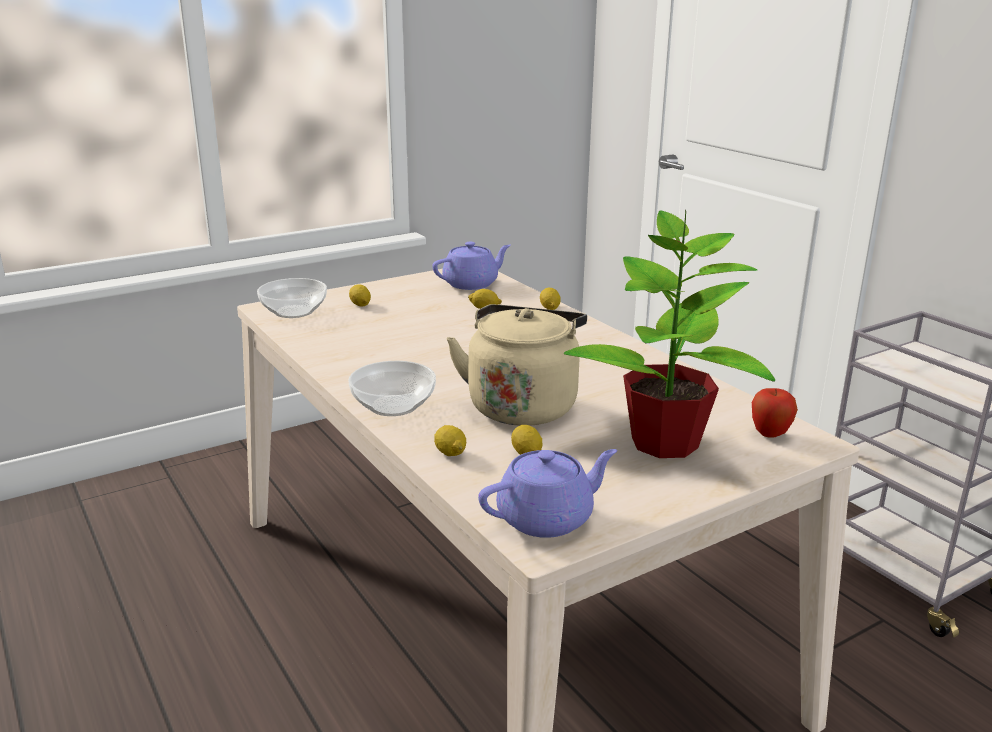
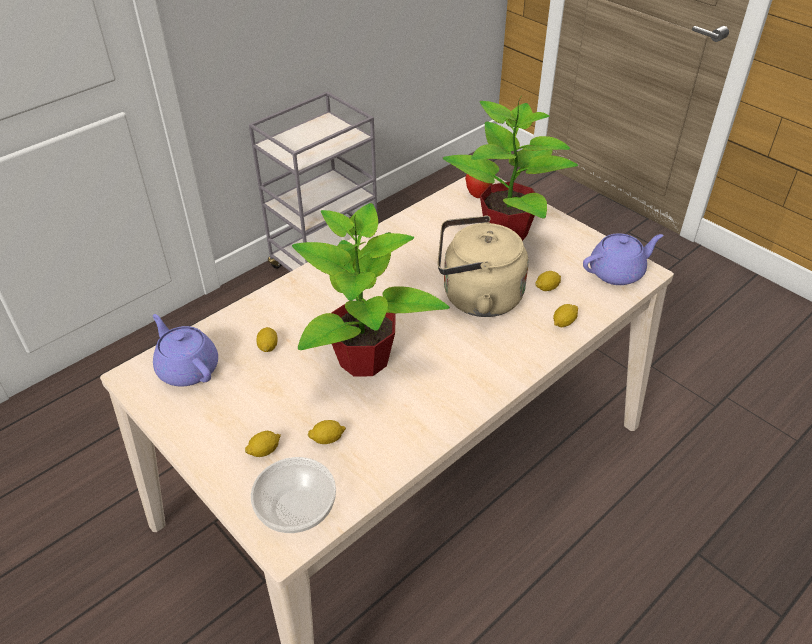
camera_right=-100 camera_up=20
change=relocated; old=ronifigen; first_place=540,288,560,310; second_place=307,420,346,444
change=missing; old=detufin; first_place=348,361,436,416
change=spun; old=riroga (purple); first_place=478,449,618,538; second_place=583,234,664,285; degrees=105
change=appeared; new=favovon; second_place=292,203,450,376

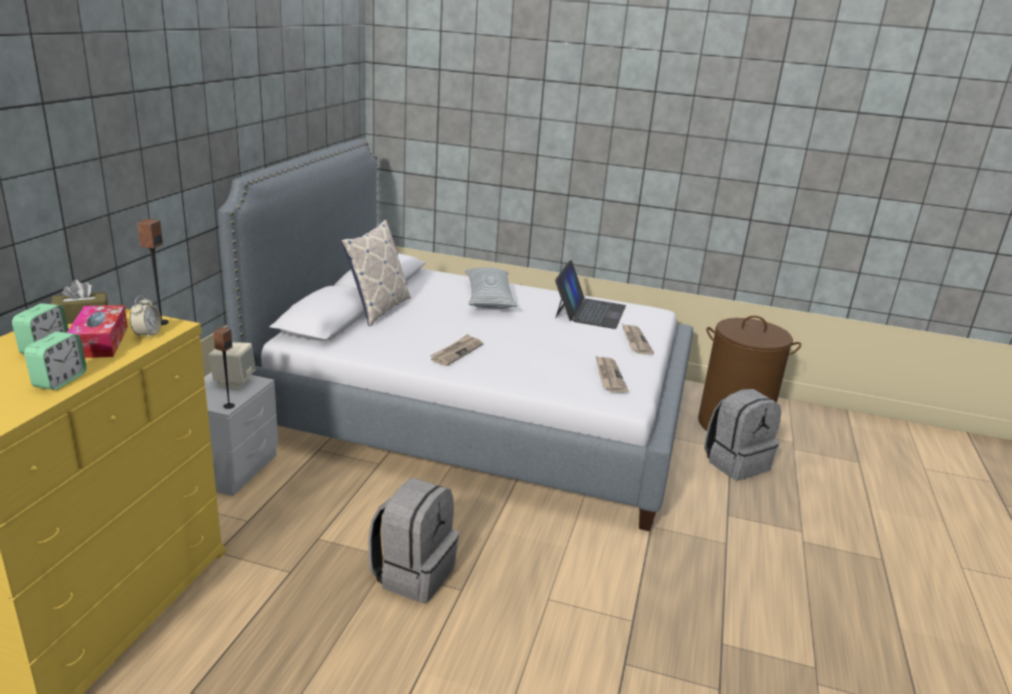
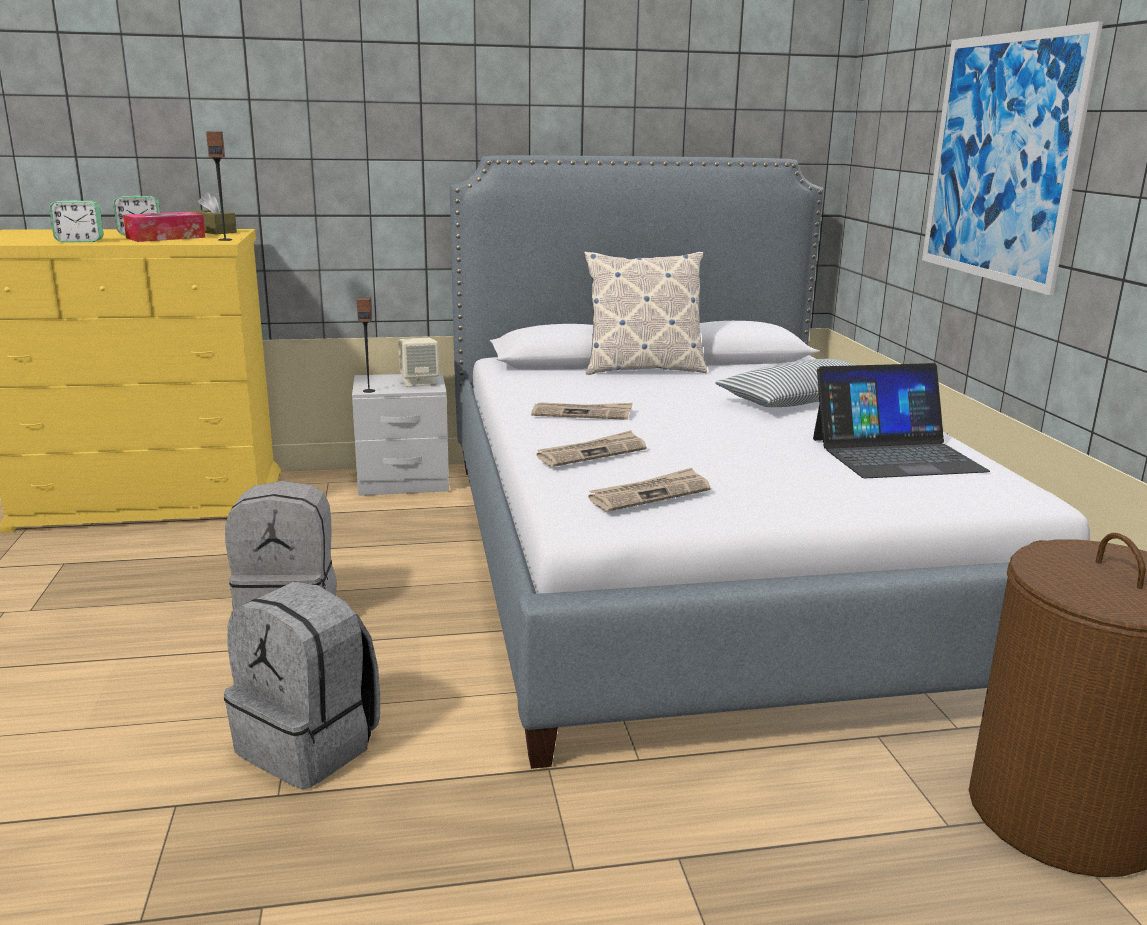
camera_right=65 camera_up=-5
change=missing; old=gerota; first_place=130,295,161,339
change=relocated; old=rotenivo; first_place=622,324,654,355; second_place=537,430,647,467
change=relocated; old=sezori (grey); first_place=704,389,781,481; second_place=224,581,380,789
change=appeared; new=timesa; second_place=922,21,1103,295

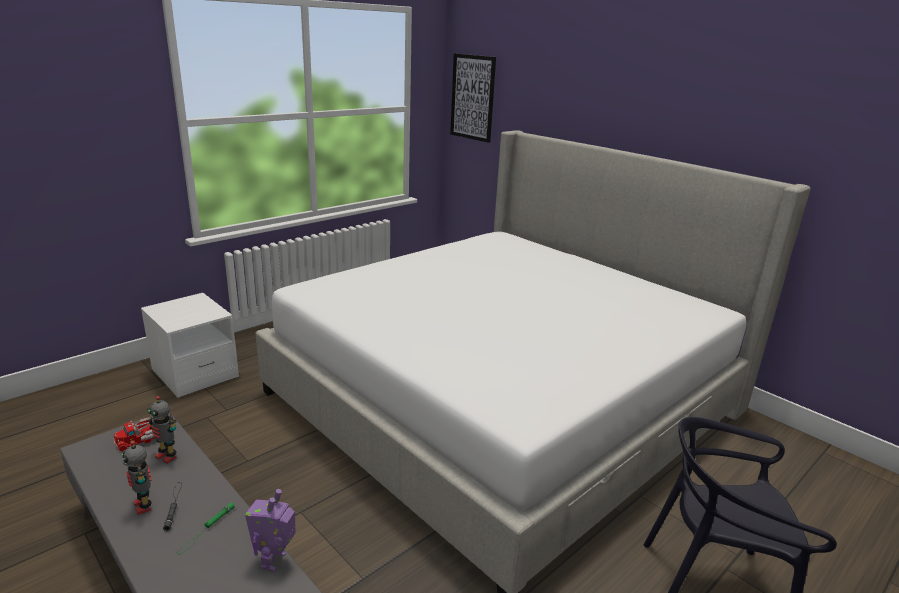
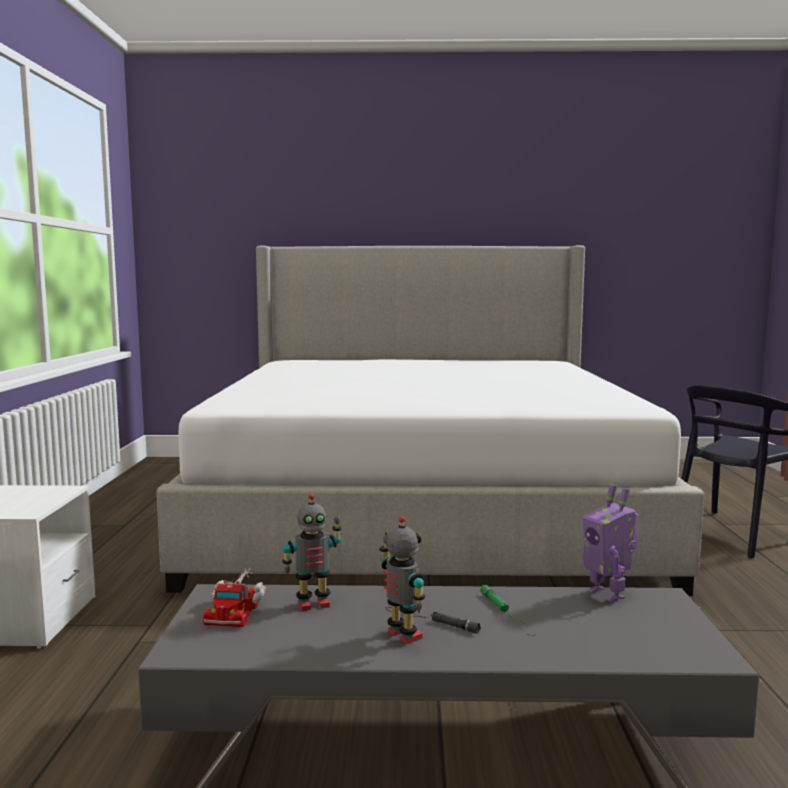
camera_right=-45 camera_up=-15
change=missing; old=timesa; first_place=450,53,496,143
change=spun; old=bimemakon; first_place=122,441,152,515; second_place=380,516,425,644; degrees=-135

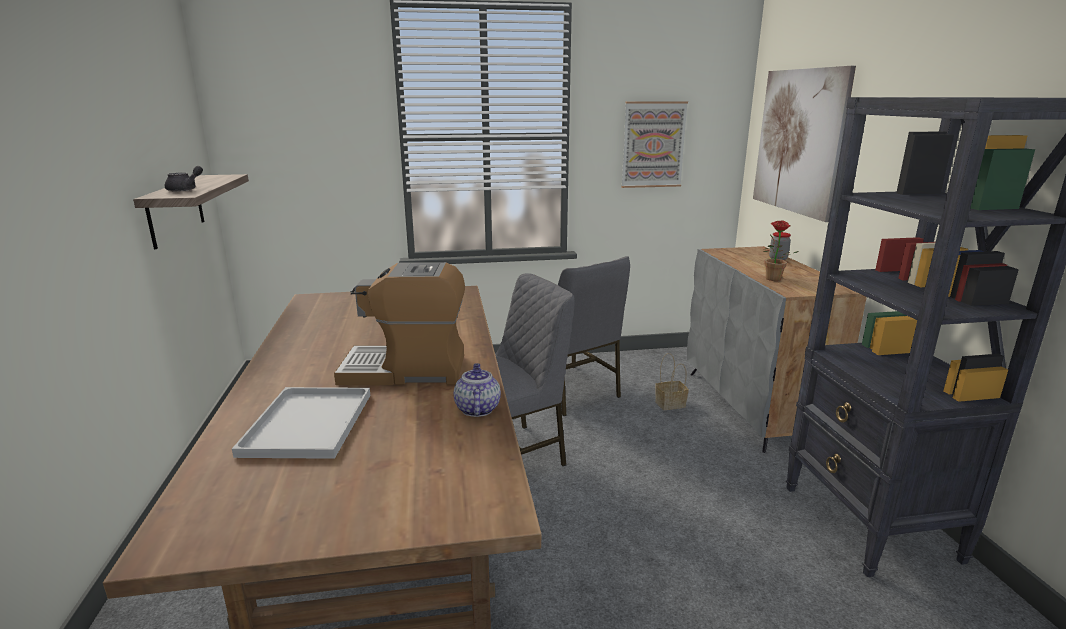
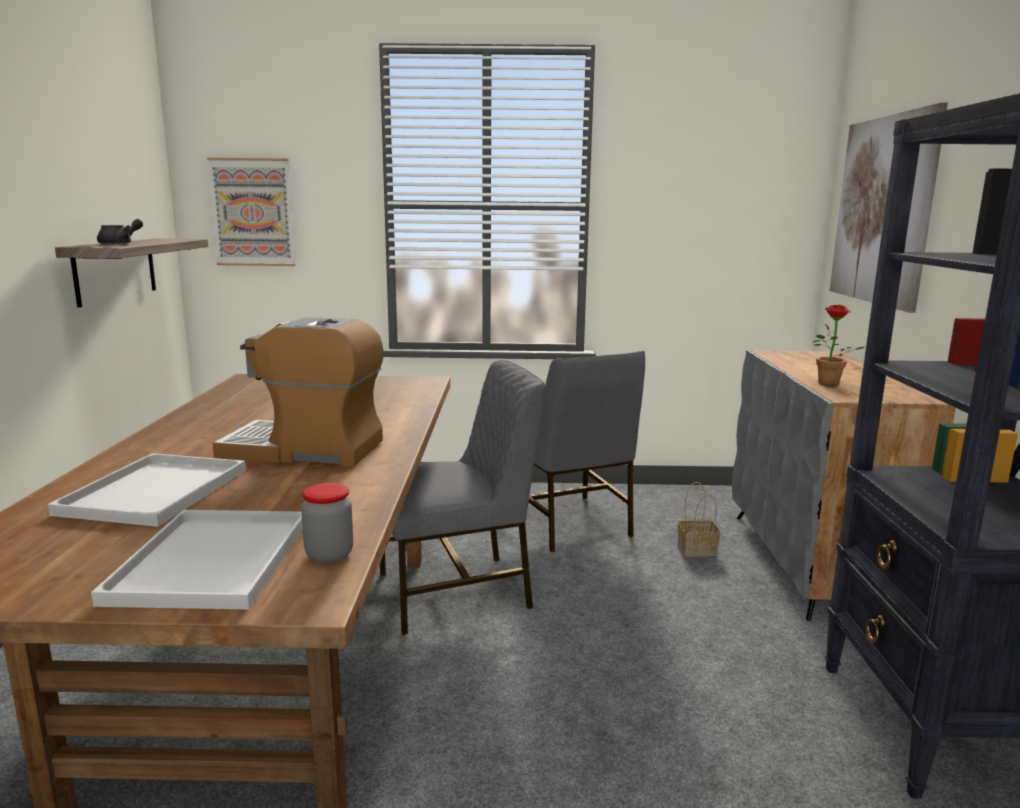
camera_right=10 camera_up=-5
change=relocated; old=timesa; first_place=621,101,688,188; second_place=207,158,296,266
change=relocated; old=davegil; first_place=769,232,791,260; second_place=301,483,353,563
change=missing; old=riroga; first_place=454,363,501,417
change=appeared; new=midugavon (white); second_place=91,510,303,609

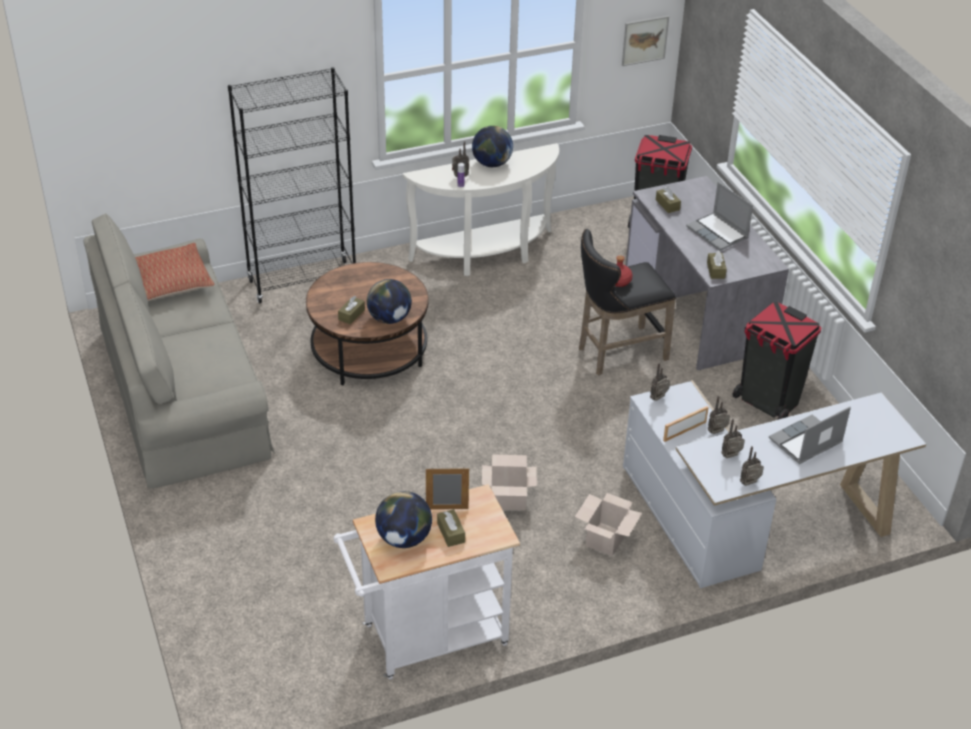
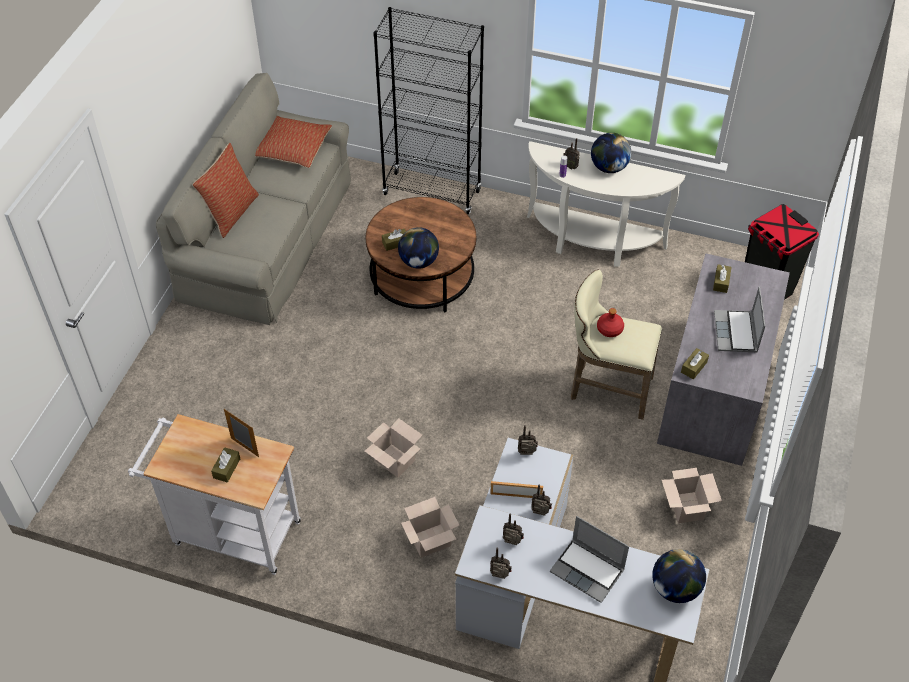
camera_right=40 camera_up=10
change=missing; old=timesa; first_place=622,16,669,66
change=colour; old=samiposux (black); new=samiposux (beige); first_place=579,229,676,375; second_place=571,270,662,420
change=exchanged; old=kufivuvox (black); new=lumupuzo; first_place=733,302,821,419; second_place=662,468,722,523
change=spun; old=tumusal; first_place=769,407,851,464; second_place=550,516,629,603; degrees=-150
change=relocated; old=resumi; first_place=375,491,432,548; second_place=652,549,706,603
change=appeared; new=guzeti; second_place=192,142,259,238

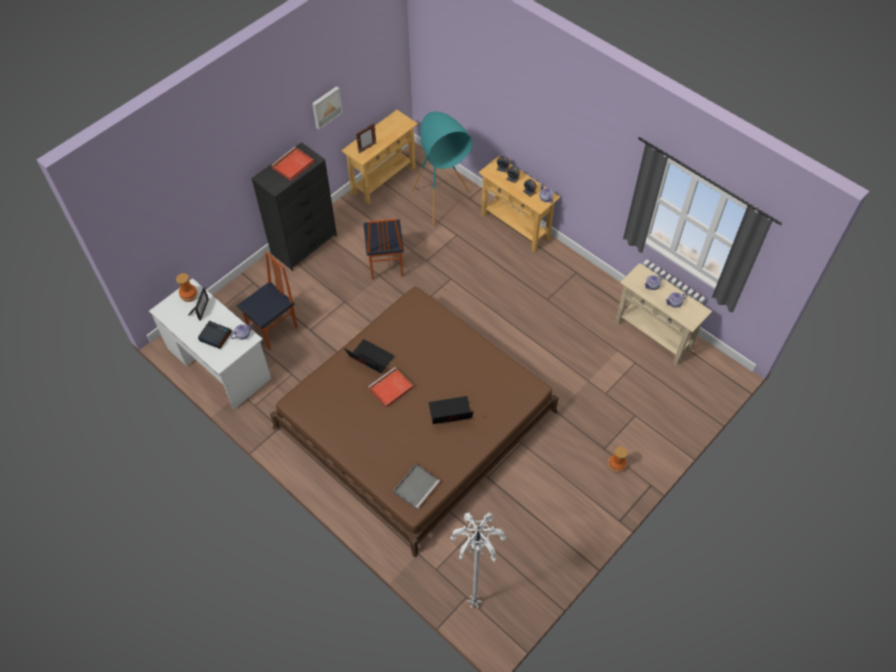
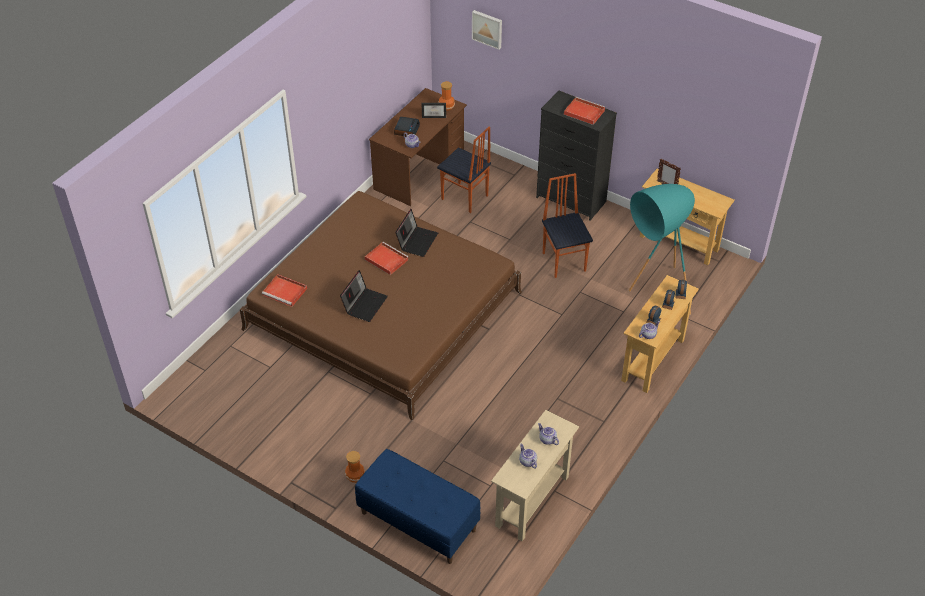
camera_right=80 camera_up=-10
change=relocated; old=timesa; first_place=312,86,343,129; second_place=472,10,502,50
change=spun; old=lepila; first_place=364,219,404,280; second_place=542,173,593,278; degrees=90
change=colour; old=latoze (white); new=latoze (brown); first_place=149,278,271,410; second_place=369,88,467,206
change=spun; old=tumusal; first_place=429,396,474,424; second_place=340,270,388,322; degrees=45
change=colour; old=midugavon (grey); new=midugavon (red); first_place=393,464,440,510; second_place=262,274,307,307
change=missing; old=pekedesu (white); first_place=450,512,506,608
change=appeared; new=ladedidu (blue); second_place=355,449,481,564

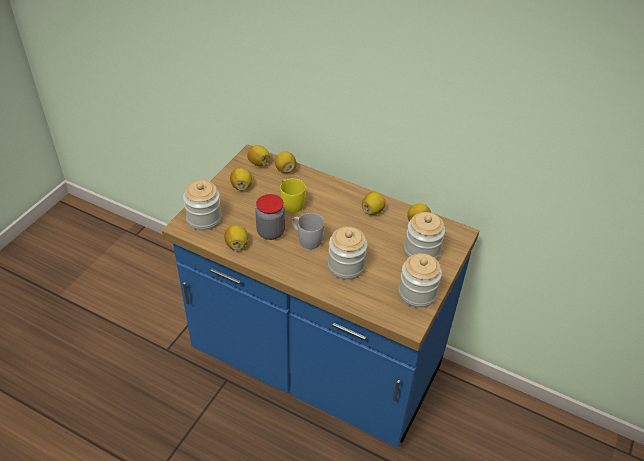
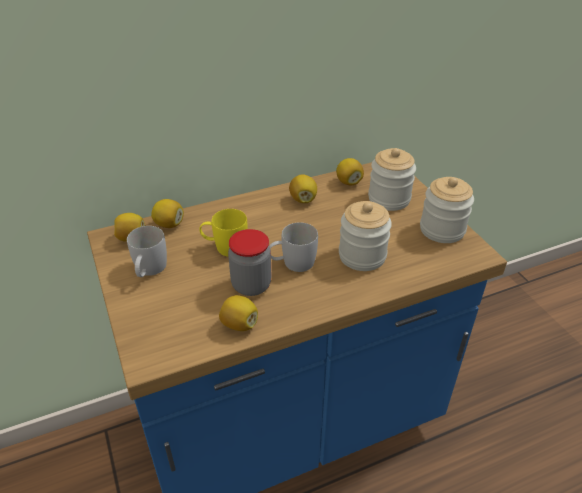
camera_right=-50 camera_up=-5
change=exchanged; old=ronifigen; new=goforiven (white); first_place=230,168,252,190; second_place=127,226,167,277
change=missing; old=davegil; first_place=183,180,222,231

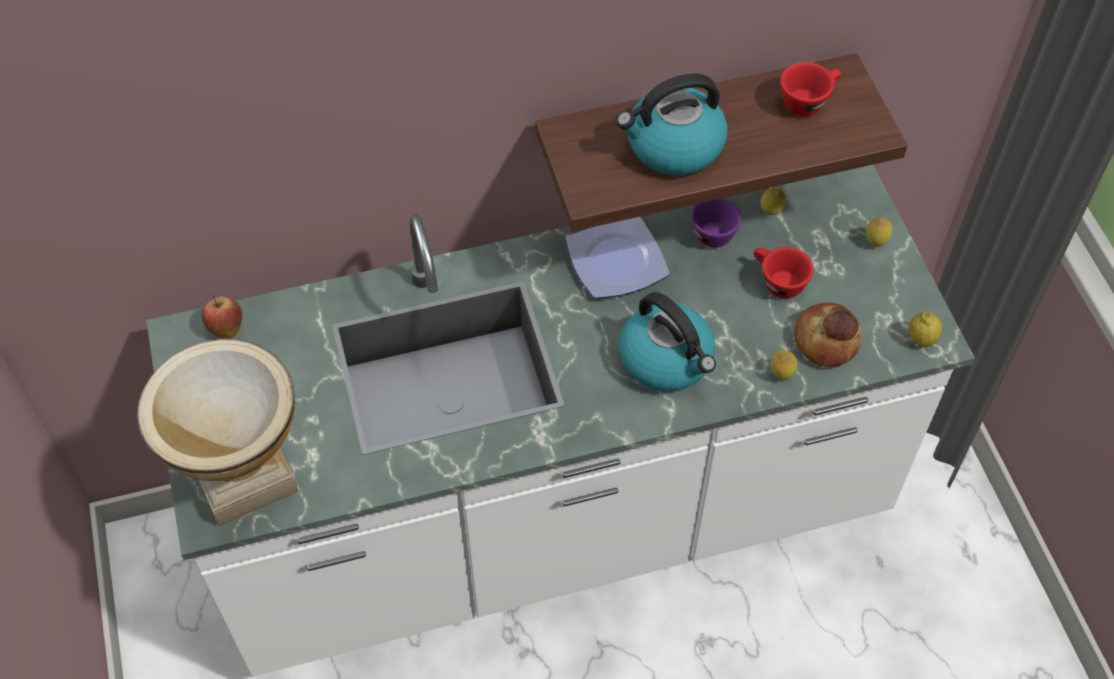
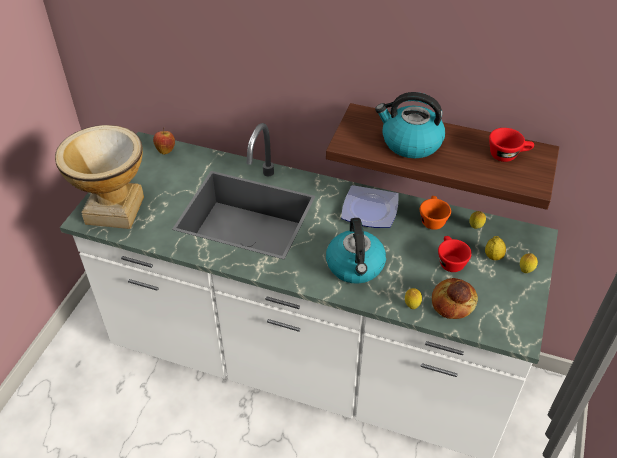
camera_right=35 camera_up=-10
change=colour; old=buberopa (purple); new=buberopa (orange); first_place=691,198,741,248; second_place=420,196,451,230
change=relocated; old=ronifigen; first_place=908,311,942,347; second_place=485,236,506,260

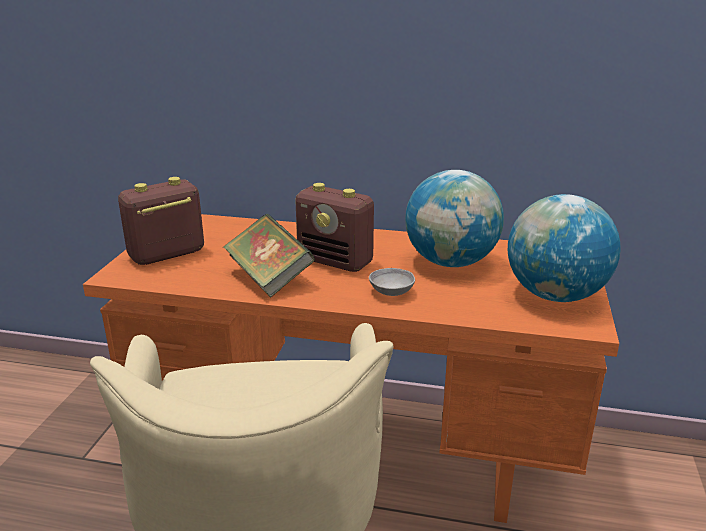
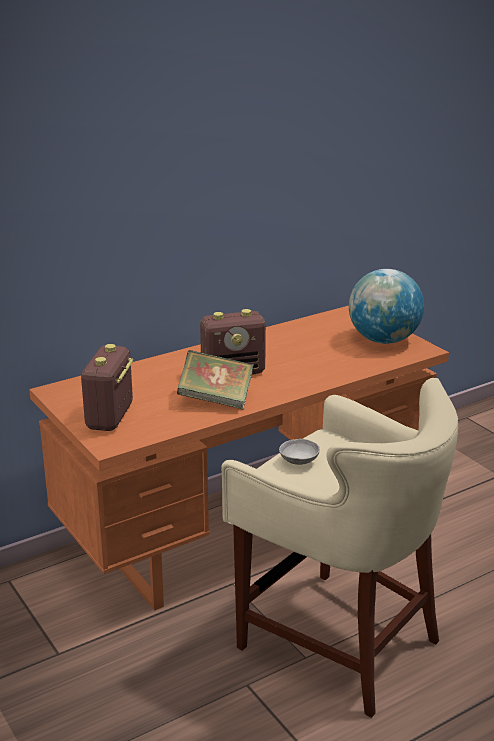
camera_right=-45 camera_up=0
change=missing; old=resumi; first_place=405,170,504,267
change=relocated; old=detufin (grey); first_place=369,268,415,296; second_place=279,439,320,465

